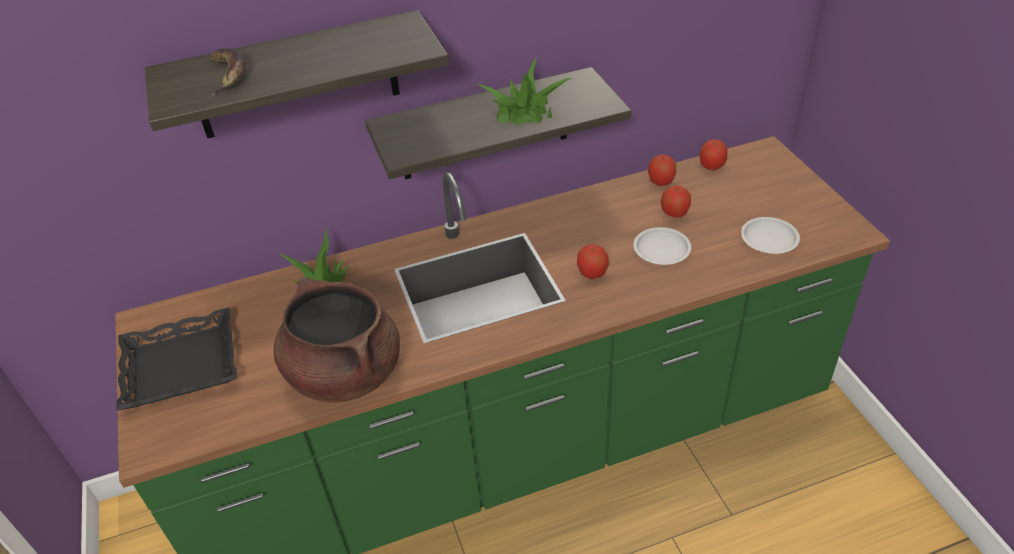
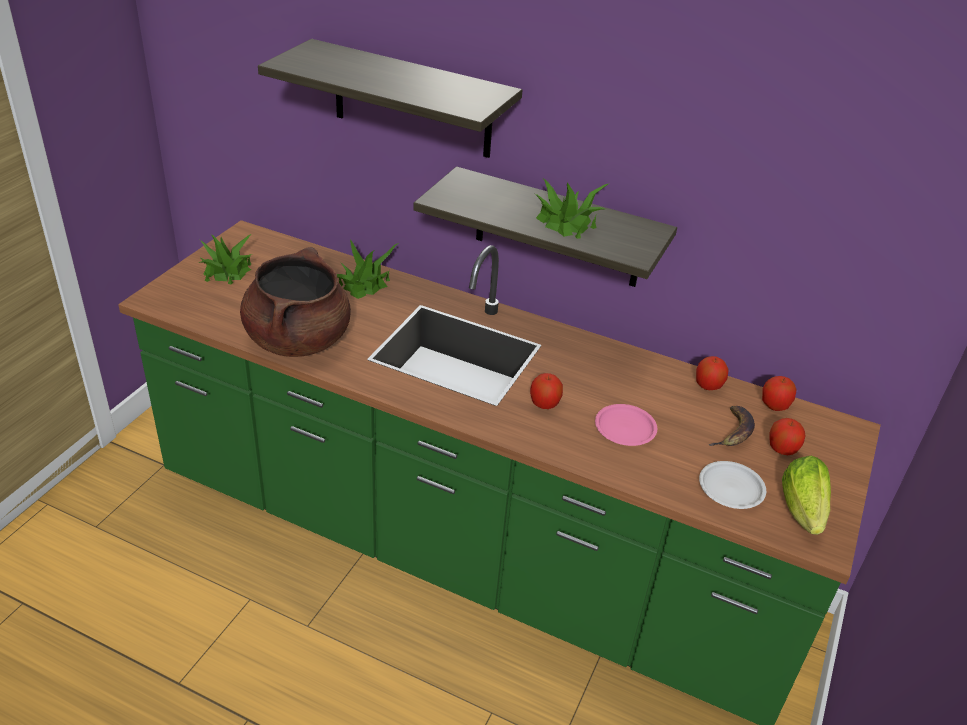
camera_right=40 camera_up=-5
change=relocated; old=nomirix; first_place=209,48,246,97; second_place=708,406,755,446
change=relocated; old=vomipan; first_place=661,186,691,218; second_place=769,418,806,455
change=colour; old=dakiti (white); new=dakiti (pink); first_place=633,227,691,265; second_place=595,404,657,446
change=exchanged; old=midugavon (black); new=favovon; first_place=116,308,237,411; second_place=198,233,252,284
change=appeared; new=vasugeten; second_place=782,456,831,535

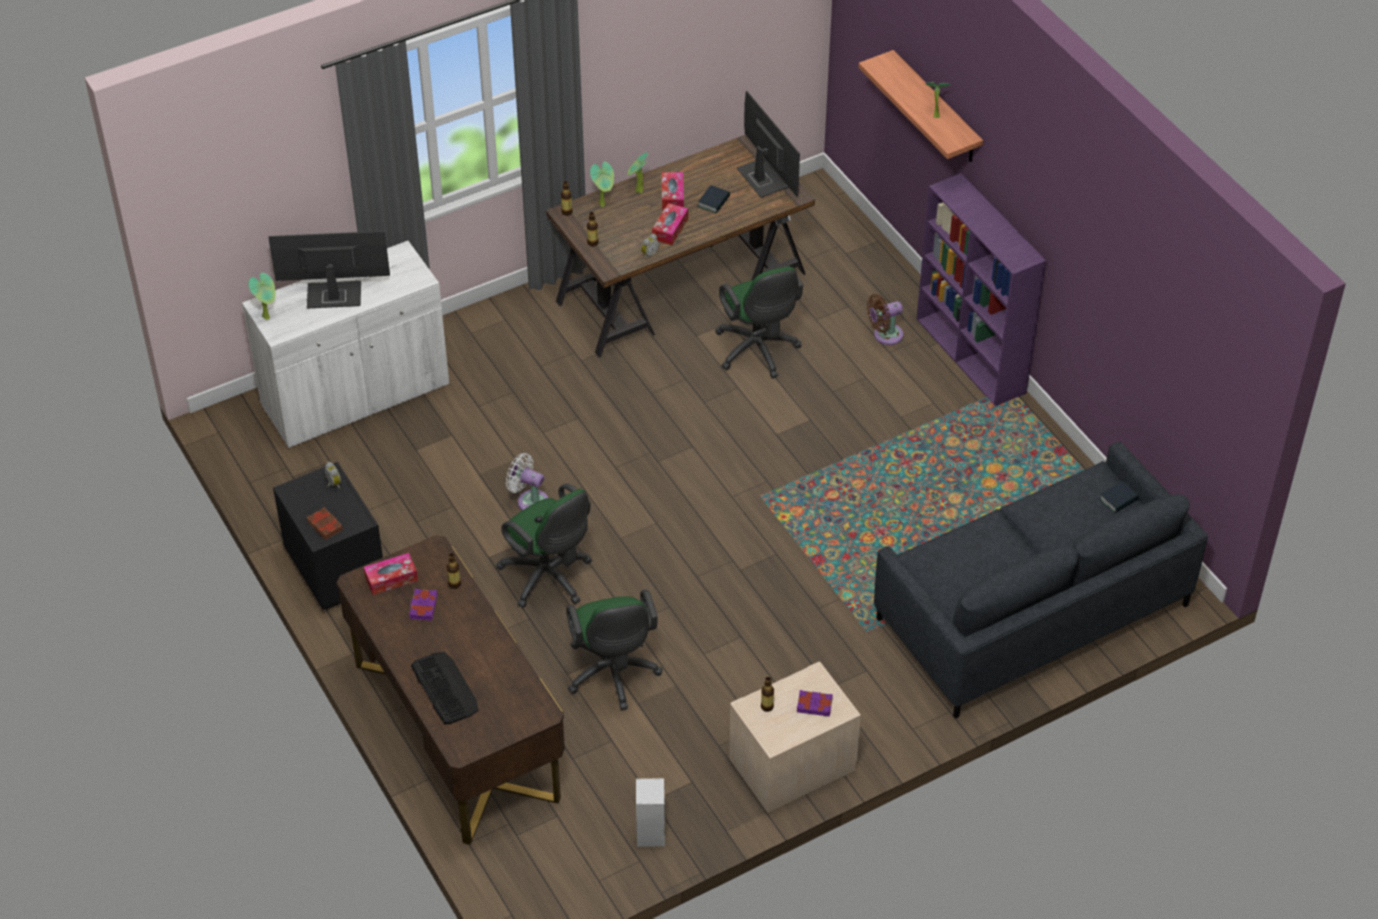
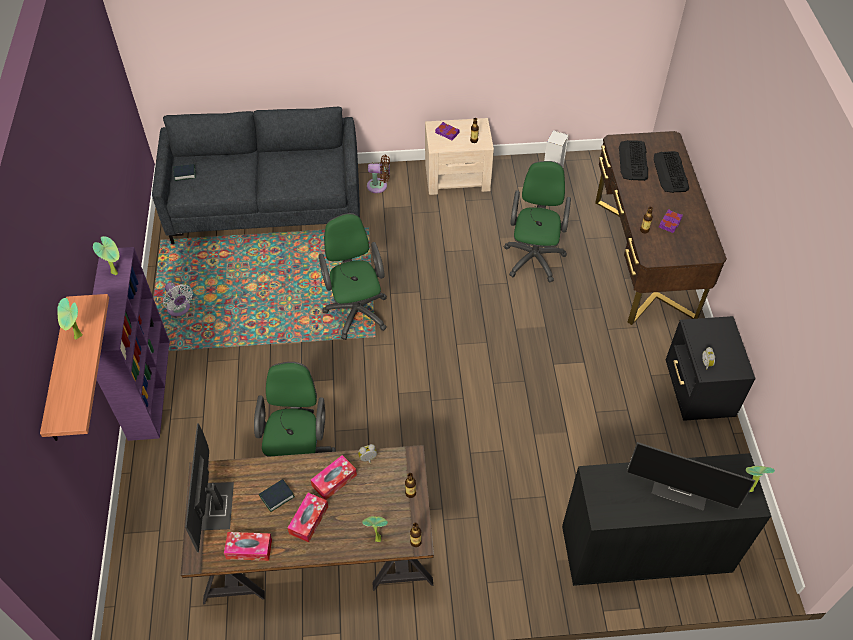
camera_right=-155 camera_up=5
change=relocated; old=favovon; first_place=627,153,648,193; second_place=93,236,119,276
change=colour; old=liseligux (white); new=liseligux (black); first_place=242,241,449,448; second_place=562,453,771,586
change=relocated; old=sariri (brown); first_place=867,294,903,345; second_place=367,155,390,193
change=relocated; old=sariri (white); first_place=506,453,548,510; second_place=163,283,193,316
change=relocated; old=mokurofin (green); first_place=496,484,592,608; second_place=319,213,387,340
change=missing; old=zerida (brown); first_place=307,507,343,540
change=relocated; old=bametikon; first_place=364,553,418,595; second_place=224,532,272,561
change=appeared; new=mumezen; second_place=619,140,648,181

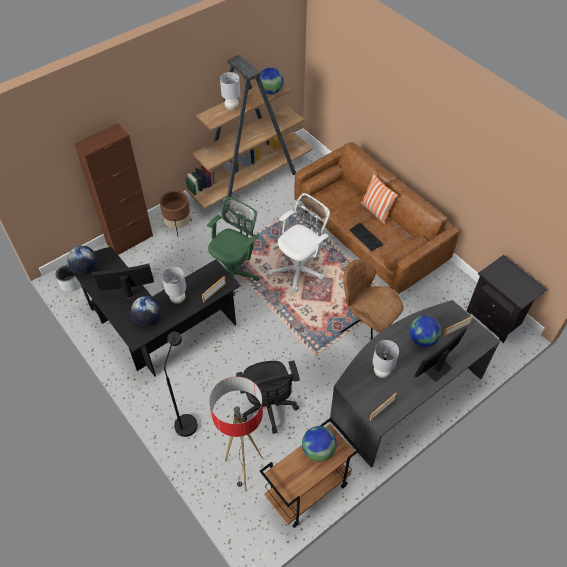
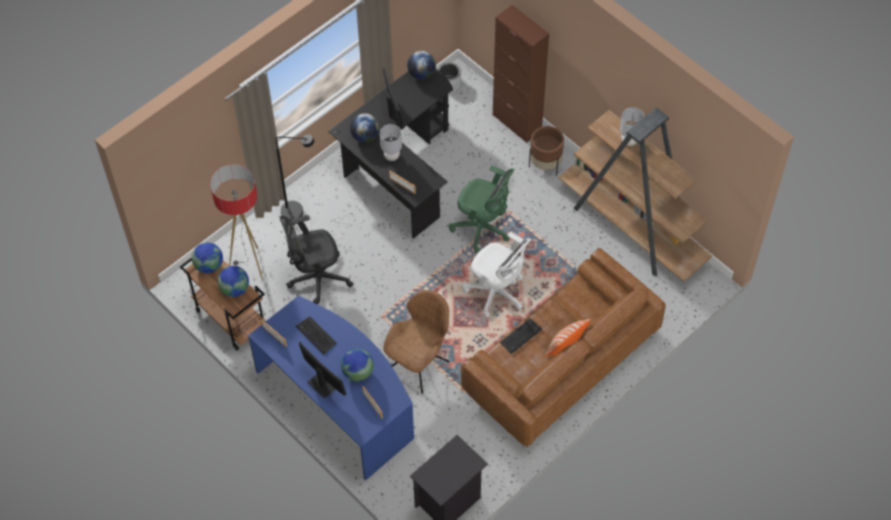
camera_right=85 camera_up=5
change=relocated; old=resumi; first_place=260,68,284,94; second_place=192,242,223,273
change=colour; old=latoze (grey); new=latoze (blue); first_place=330,300,500,468; second_place=248,295,414,480
change=exchanged; old=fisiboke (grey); new=mumezen; first_place=372,340,399,378; second_place=296,316,337,354

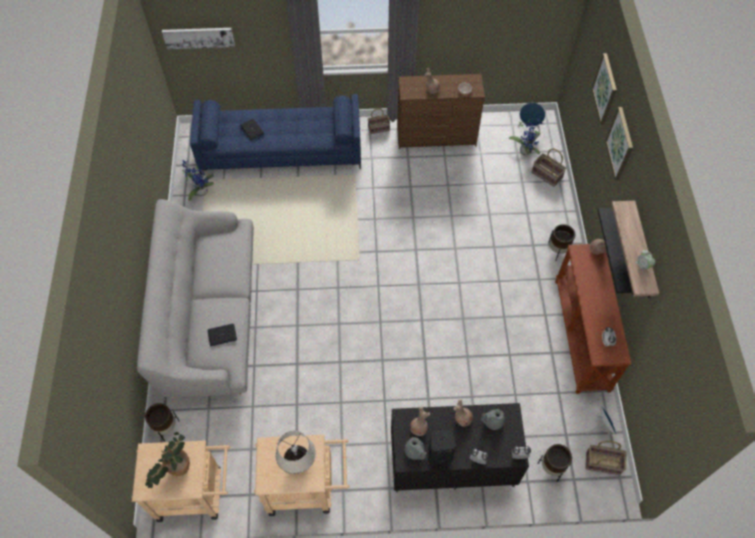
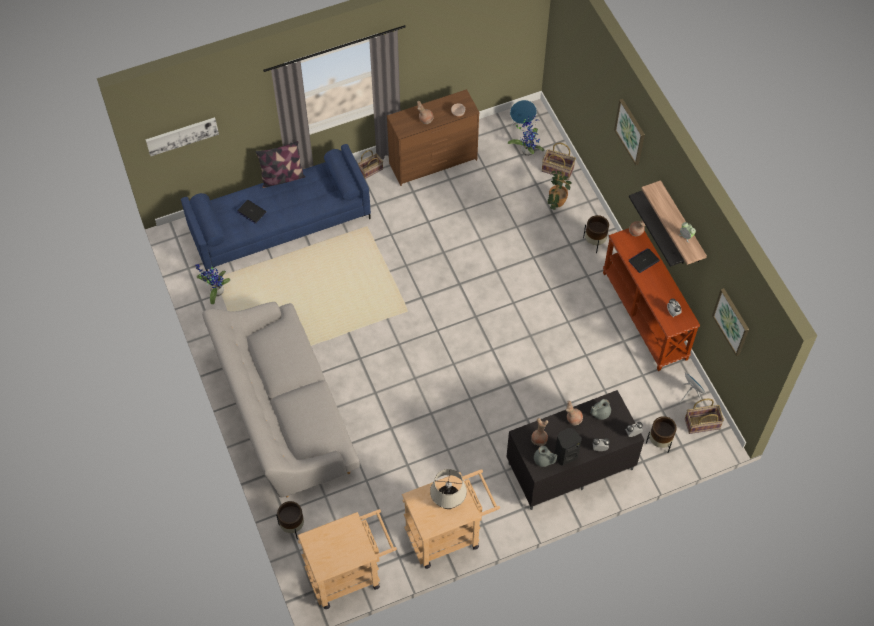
camera_right=-20 camera_up=0
change=relocated; old=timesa; first_place=591,53,617,124; second_place=712,288,749,356
change=relocated; old=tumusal; first_place=208,324,237,346; second_place=629,248,660,273
change=relocated; old=favovon; first_place=145,432,190,489; second_place=547,171,572,210
change=appeared; new=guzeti; second_place=255,141,306,188

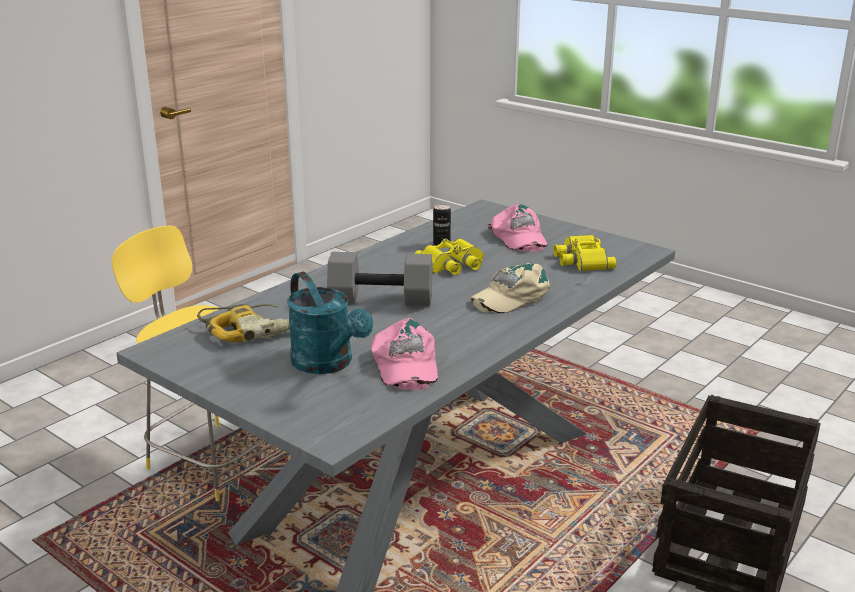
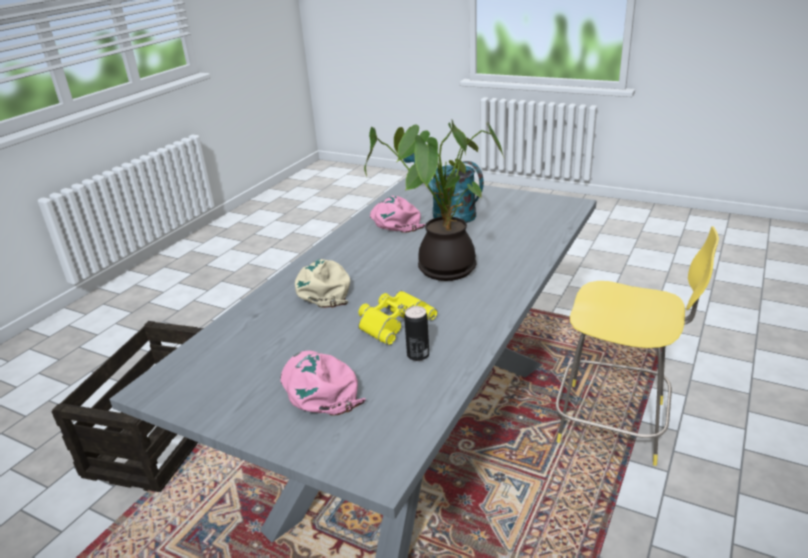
camera_right=170 camera_up=5
change=missing; old=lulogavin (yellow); first_place=554,235,616,271
change=exchanged; old=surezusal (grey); new=favovon; first_place=327,252,433,306; second_place=364,120,505,281
change=spun; old=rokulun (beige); first_place=470,263,550,313; second_place=295,259,350,308; degrees=-45
change=missing; old=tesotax; first_place=197,303,290,342

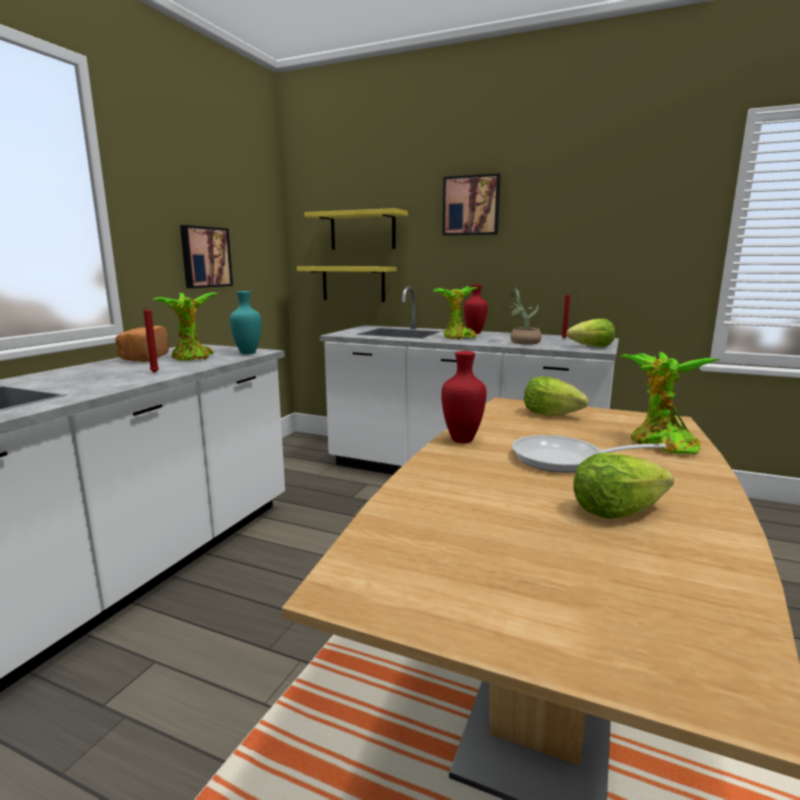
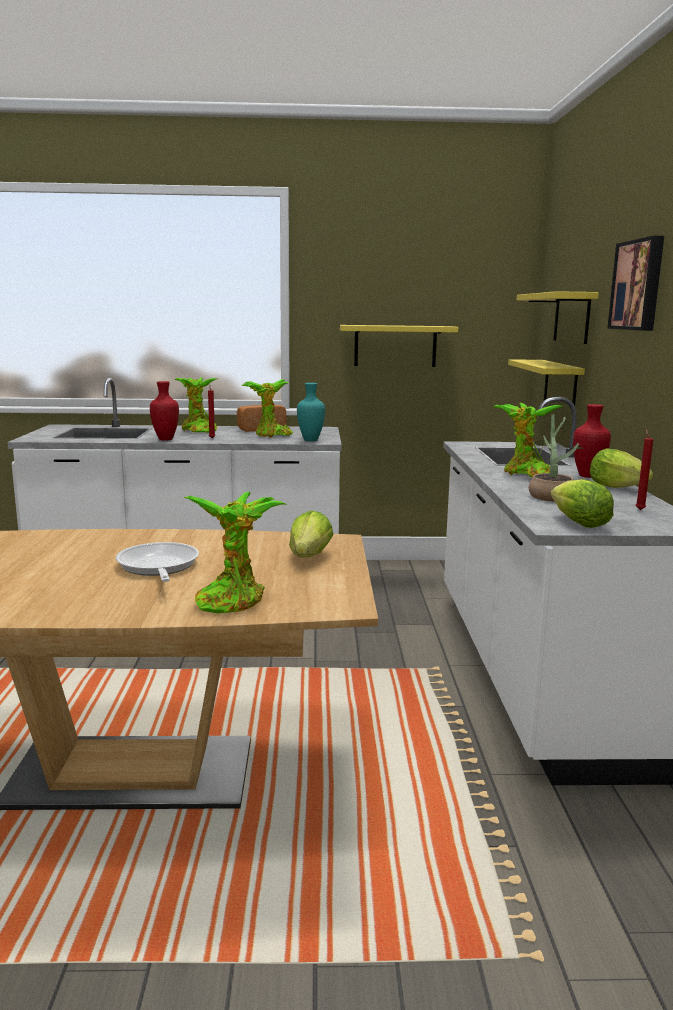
camera_right=65 camera_up=0
change=exchanged; old=timesa; new=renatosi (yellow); first_place=180,225,233,288; second_place=340,325,458,367
change=relocated; old=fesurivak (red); first_place=441,351,487,443; second_place=150,381,179,441
change=relocated; old=vasugeten; first_place=573,453,674,519; second_place=590,448,653,488
change=appeared; new=favovon; second_place=174,377,217,433

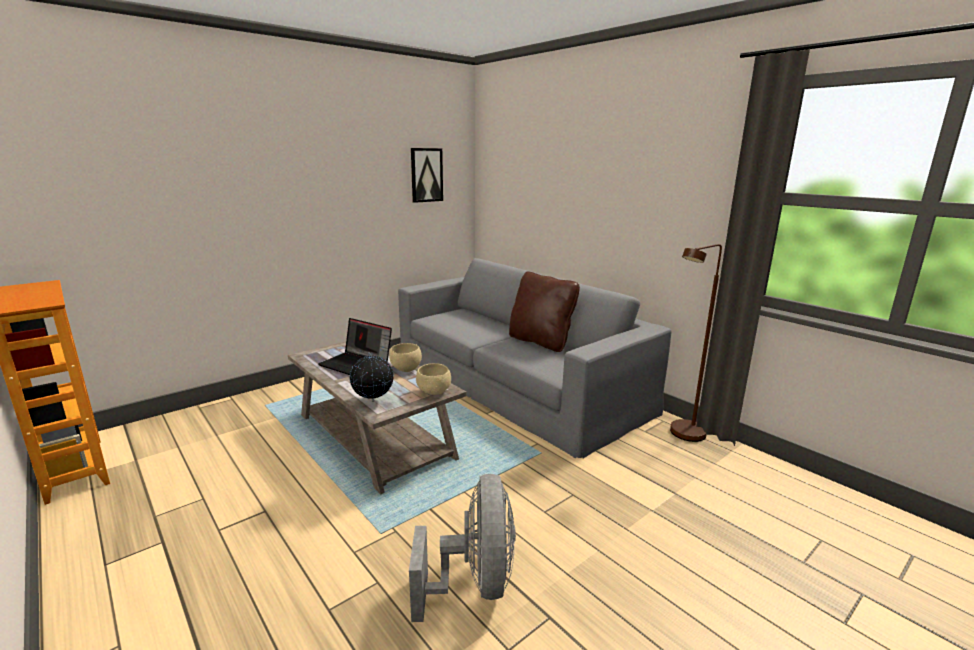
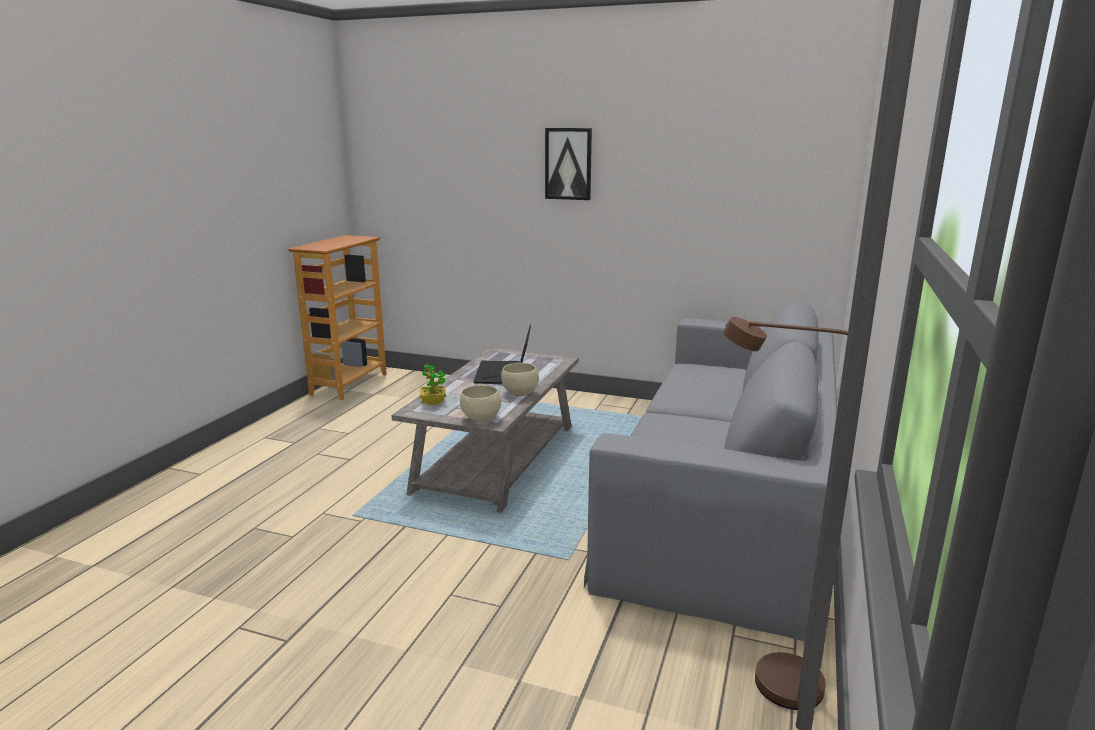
camera_right=60 camera_up=0
change=relocated; old=timesa; first_place=411,148,443,203; second_place=545,128,592,200
change=missing; old=guzeti (brown); first_place=509,271,580,352
change=exchanged; old=resumi; new=favovon; first_place=350,352,394,402; second_place=420,364,446,405
change=missing; old=sariri (grey); first_place=409,474,516,622

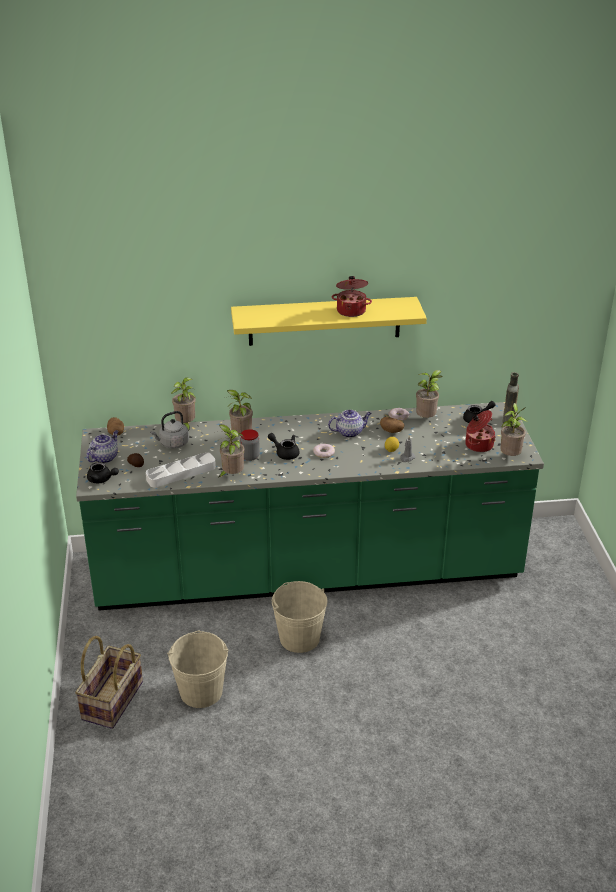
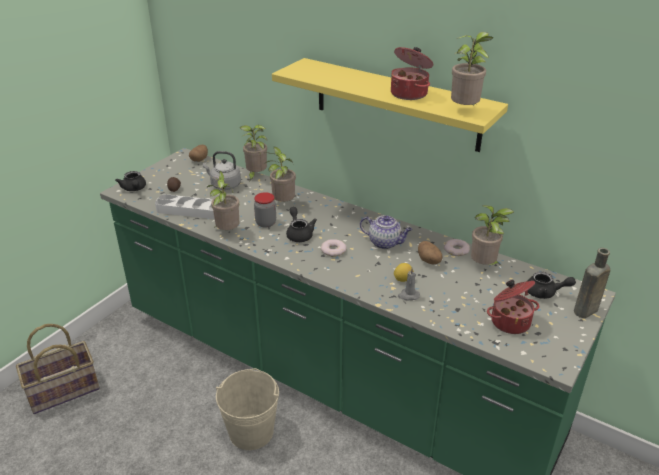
camera_right=40 camera_up=0
change=relocated; old=favovon; first_place=500,403,527,456; second_place=451,32,494,105
change=missing; old=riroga; first_place=86,430,119,464
change=missing; old=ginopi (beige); first_place=167,630,228,708

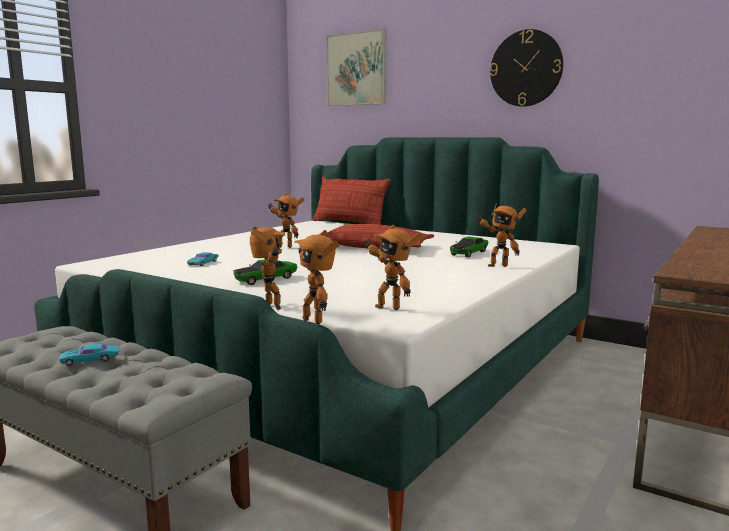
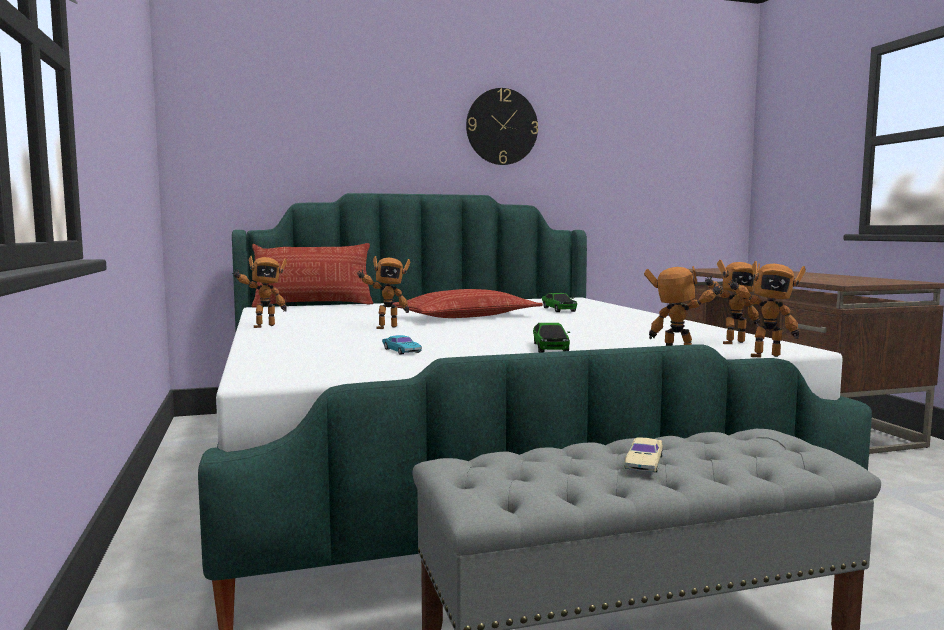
camera_right=-50 camera_up=-5
change=missing; old=timesa; first_place=326,29,387,106
change=relocated; old=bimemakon; first_place=476,203,527,267; second_place=232,256,287,328
change=colour; old=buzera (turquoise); new=buzera (beige); first_place=59,344,119,366; second_place=625,437,663,472

